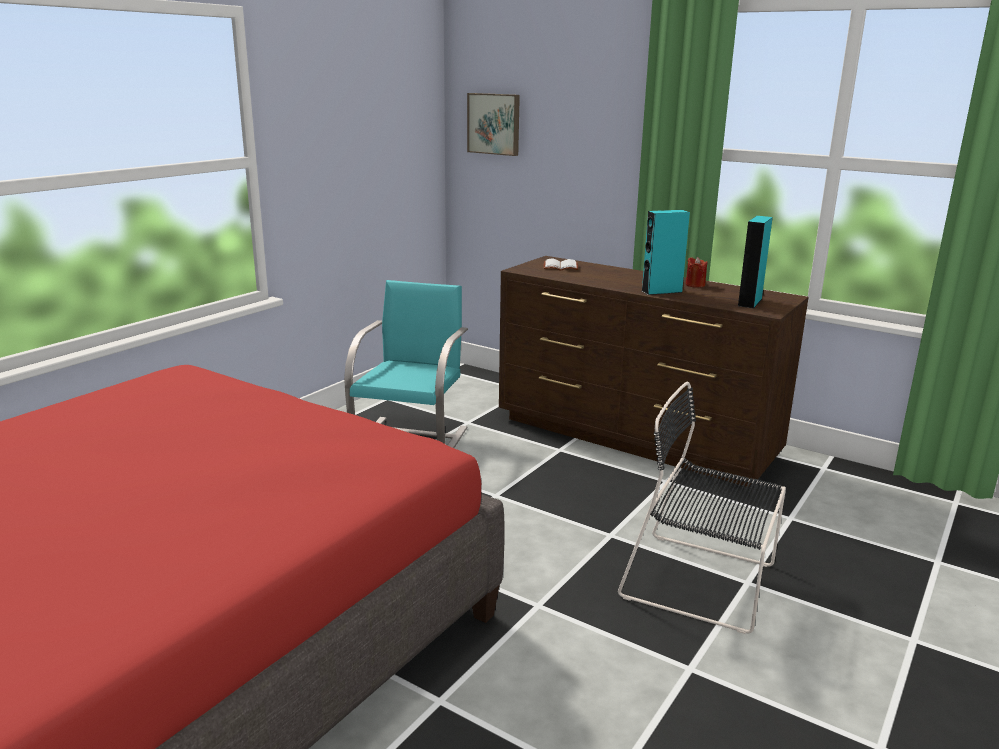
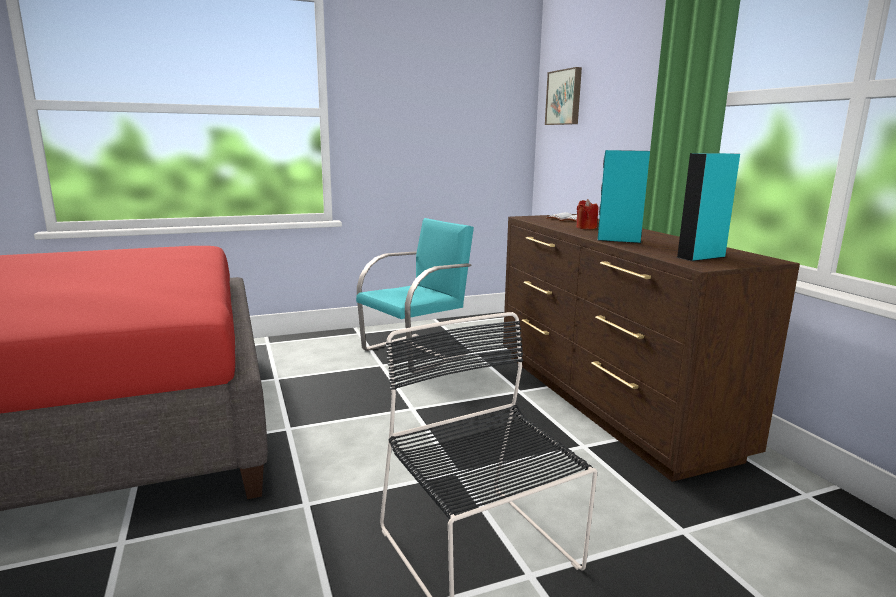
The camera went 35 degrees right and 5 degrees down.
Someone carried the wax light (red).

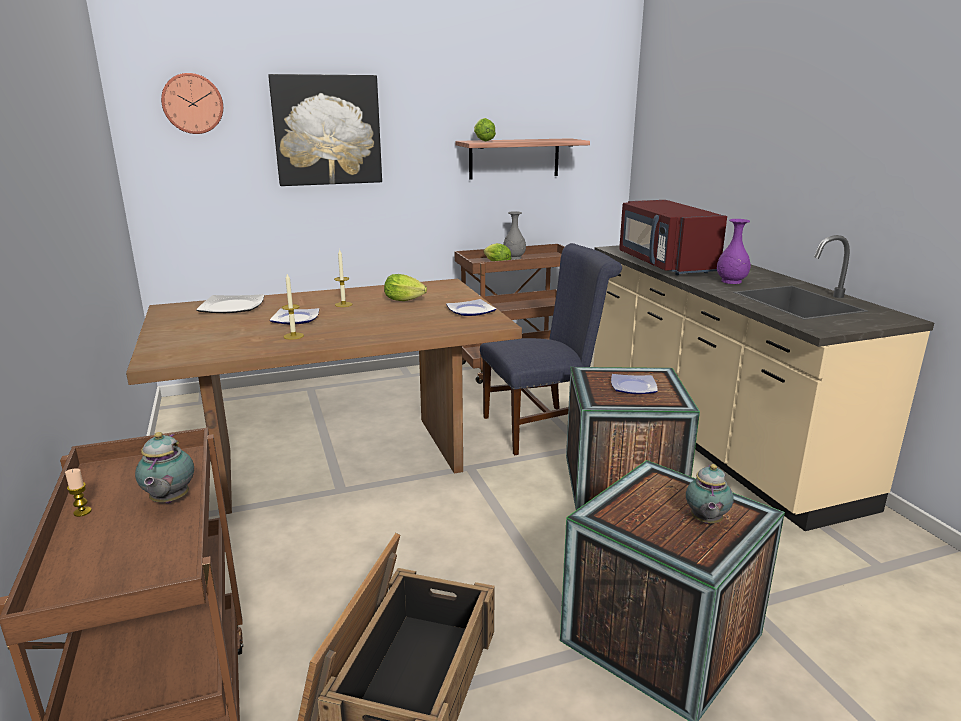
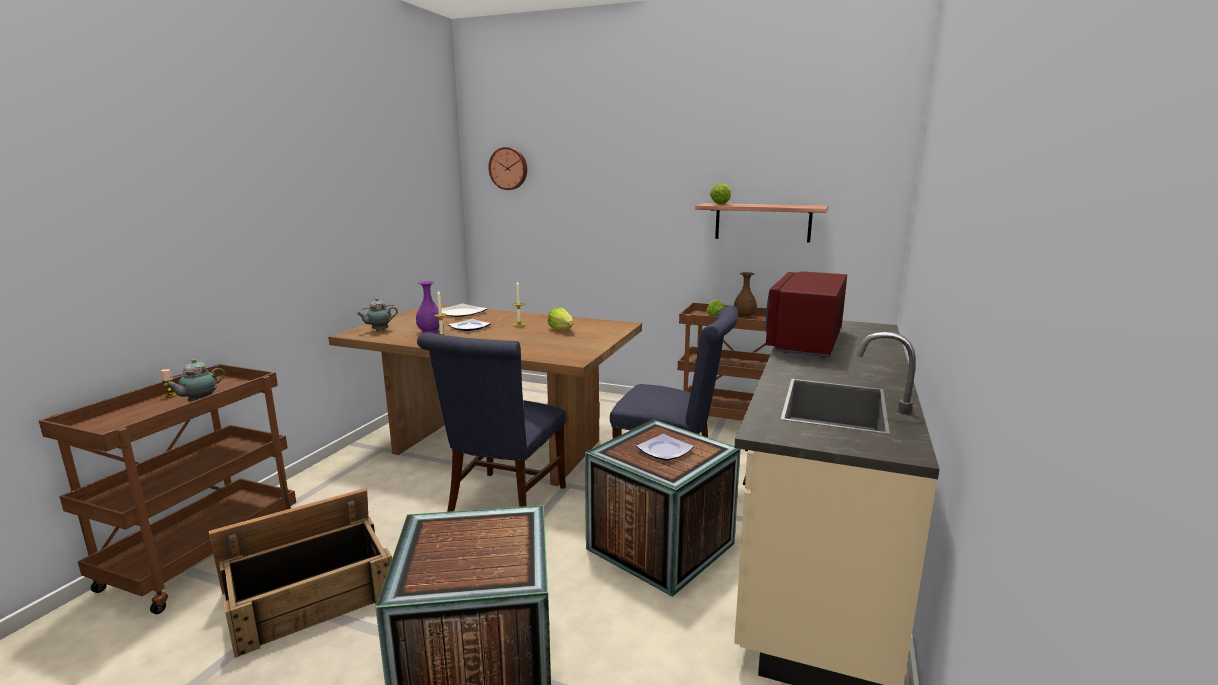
The camera went 40 degrees right and 5 degrees down.
Someone carried the tea pot (no. 2 from left).
Someone carried the vase (purple-coloured).
Someone put down the upright chair (bluish) (no. 1 from left).
Someone repainted the vase (grey), which became the vase (brown).
Someone took away the wall art.
Someone took away the dinner plate (no. 3 from left).

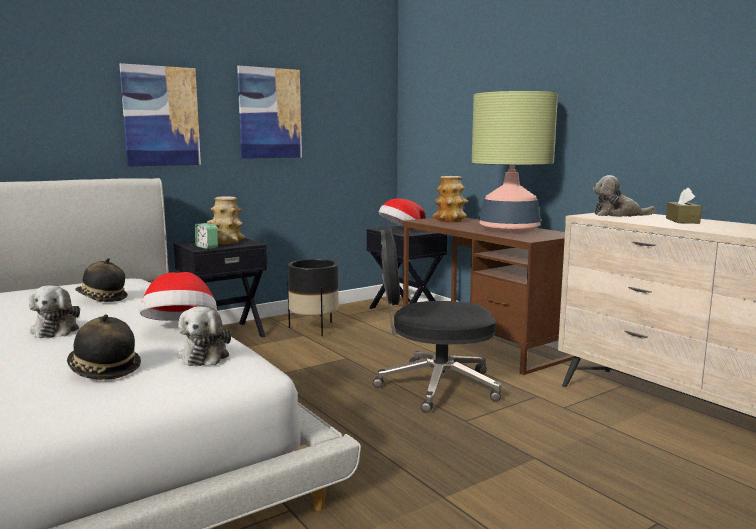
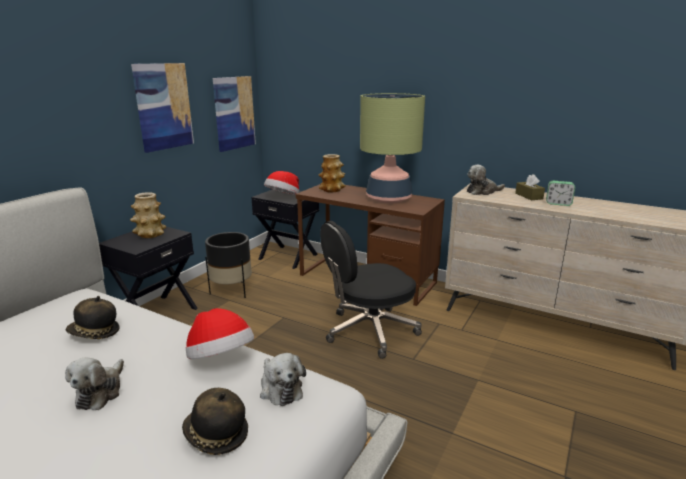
The camera went 25 degrees left and 10 degrees up.
Someone rotated the plush toy (no. 1 from left) by 45 degrees clockwise.
Someone carried the wall art (no. 1 from left in the first image).
Someone carried the table clock.

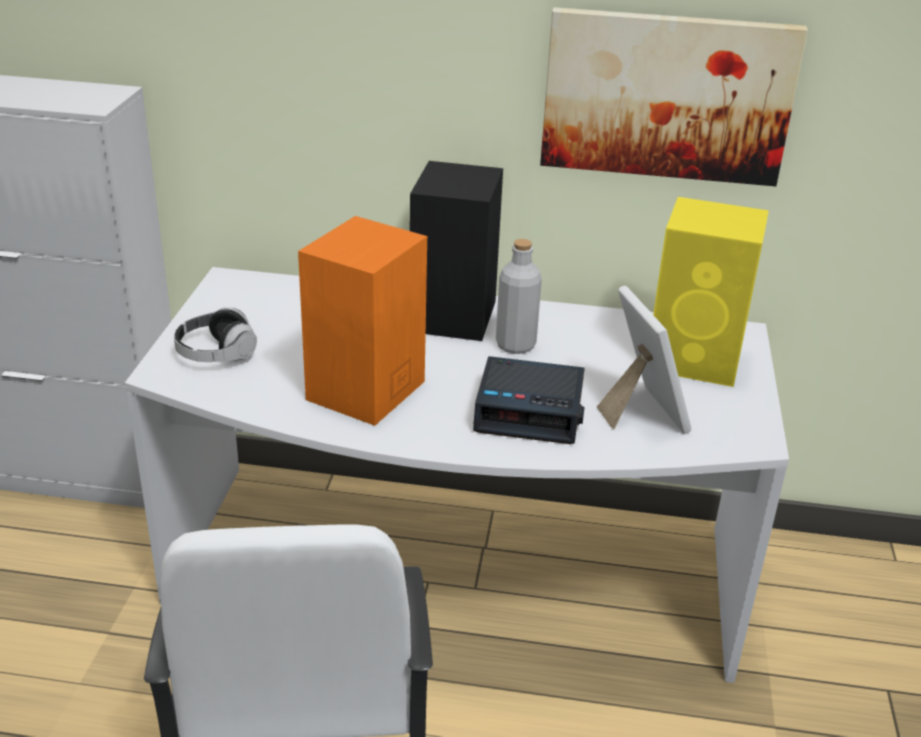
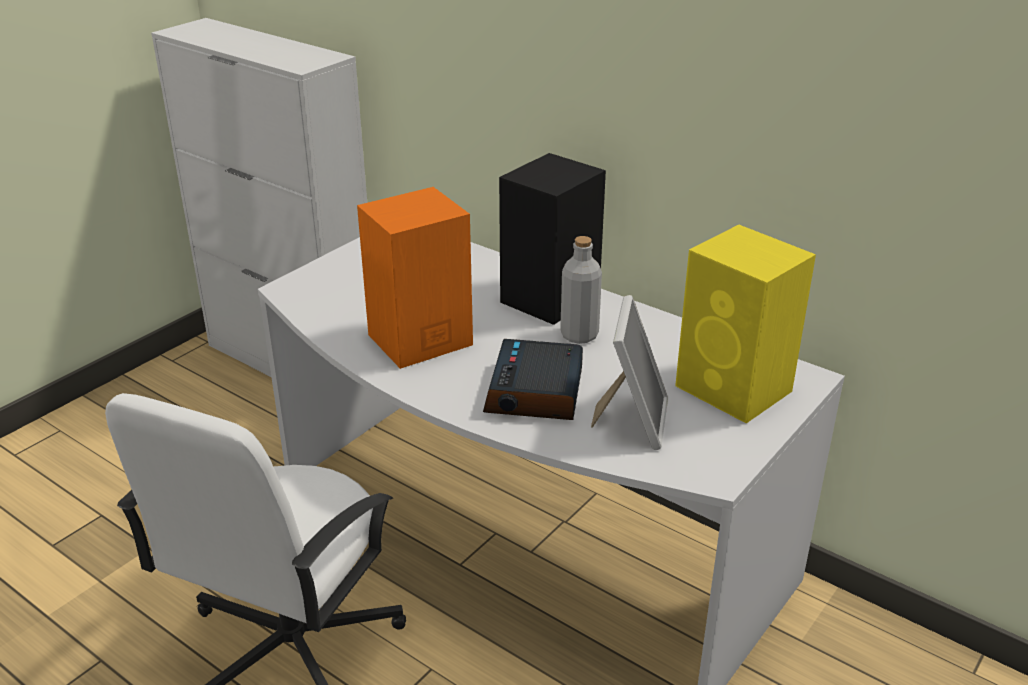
The camera went 30 degrees right and 0 degrees up.
Someone rotated the table clock by 60 degrees clockwise.
Someone took away the headset.
Someone took away the wall art.

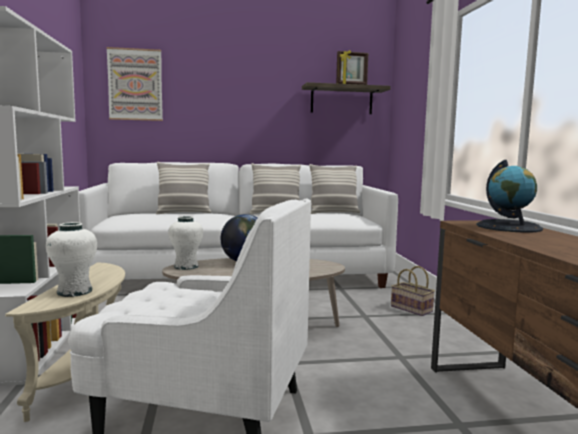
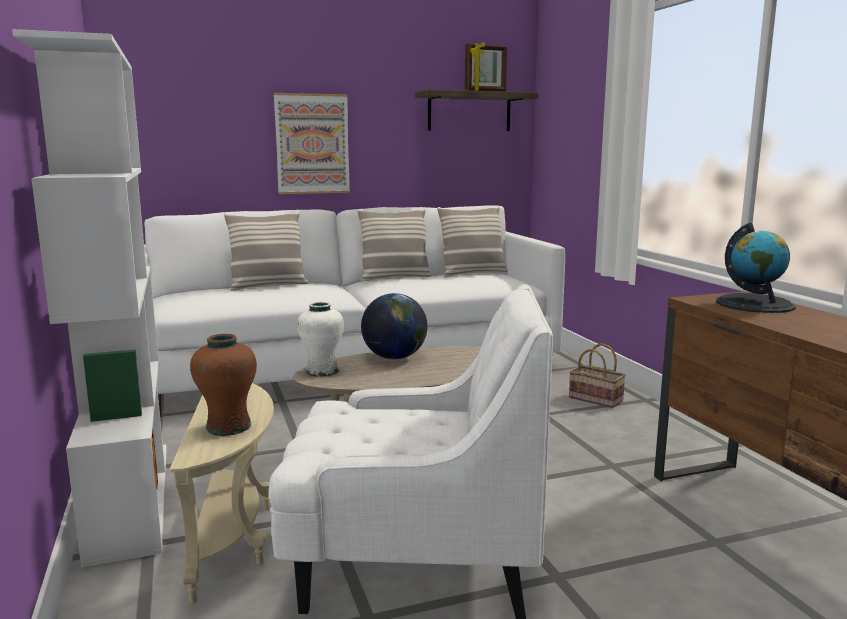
The camera went 10 degrees left and 5 degrees up.
Someone repainted the vase (whitish) (no. 1 from left), which became the vase (brown).
Someone carried the wall art.

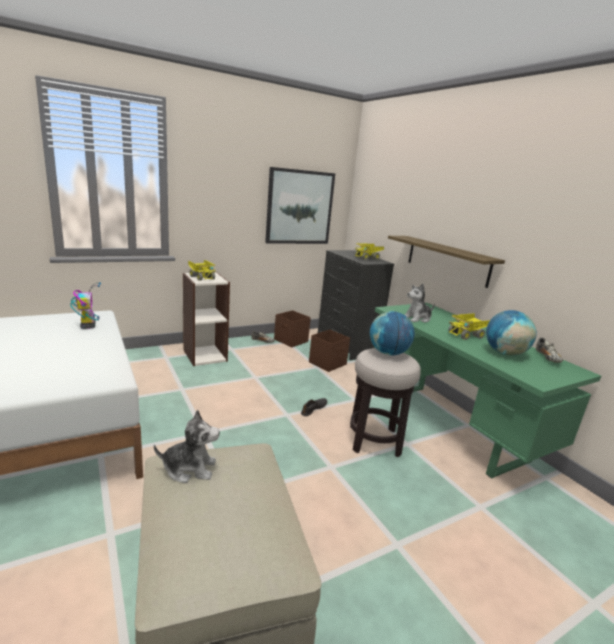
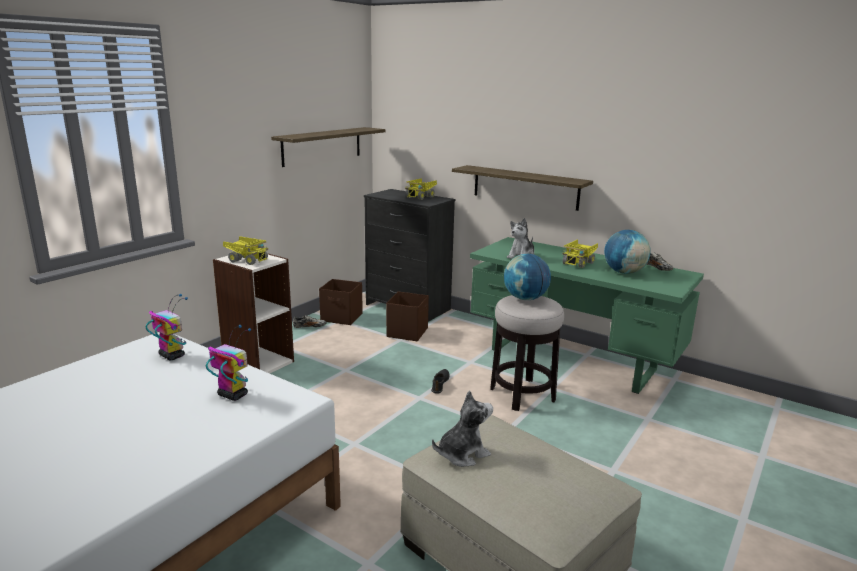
The camera went 25 degrees left and 0 degrees up.
Someone put down the robot figure (no. 2 from left).
Someone swapped the wall art for the bracket shelf (no. 1 from left).

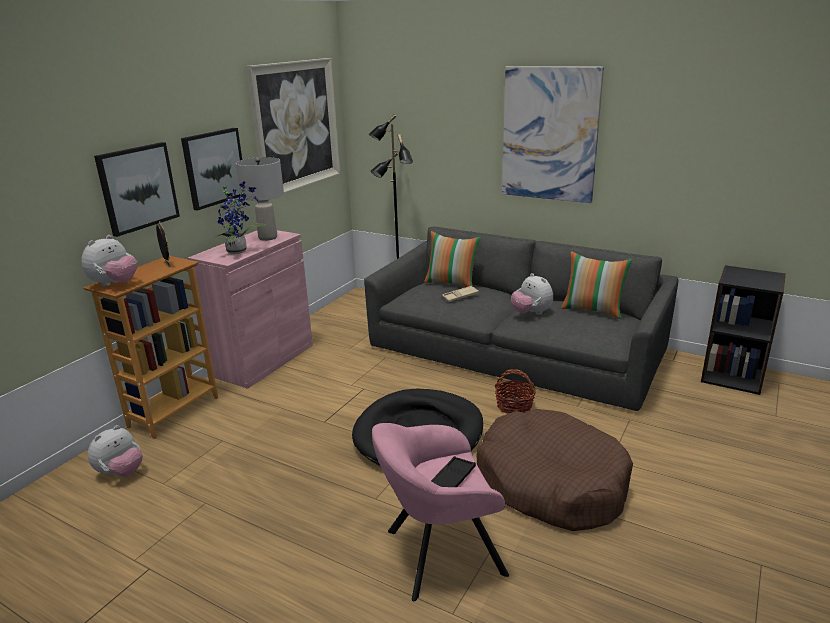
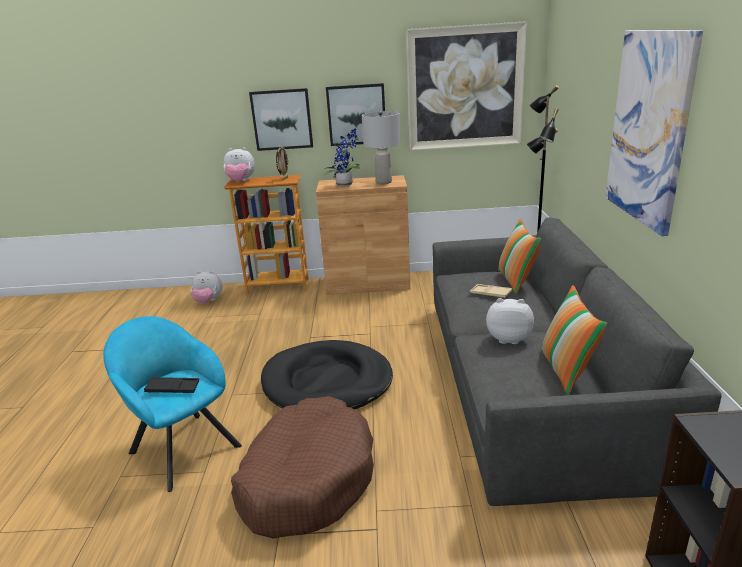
The camera went 60 degrees right and 0 degrees up.
Someone repainted the easy chair (pink), which became the easy chair (blue-green).
Someone repainted the storage cabinet (pink), which became the storage cabinet (brown).
Someone rotated the plush toy (no. 3 from left) by 75 degrees clockwise.
Someone took away the household basket.

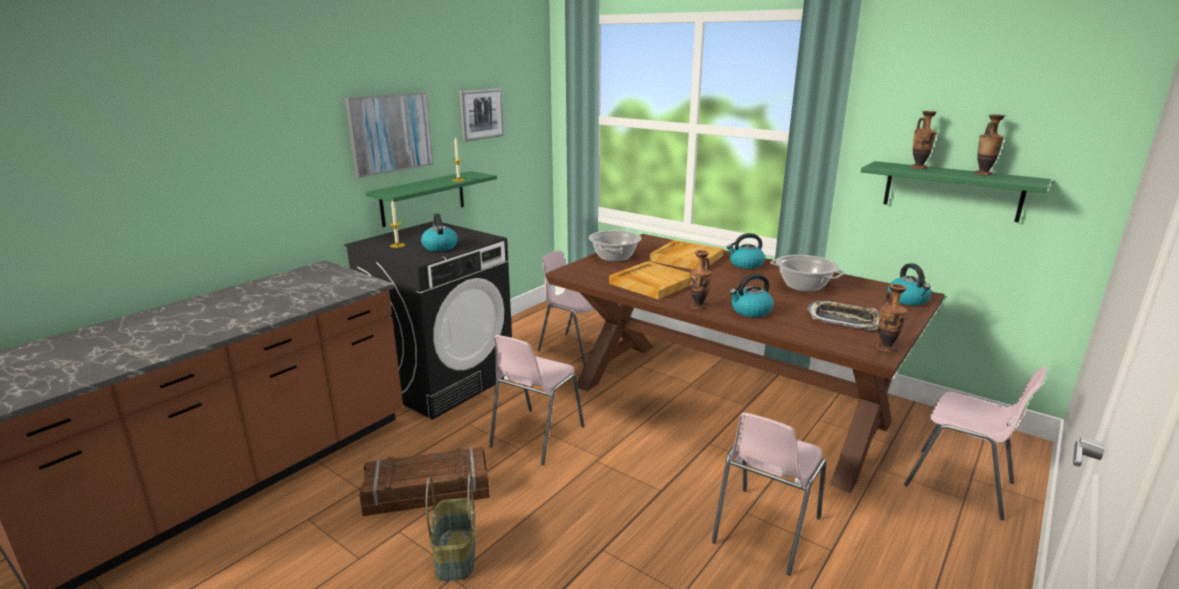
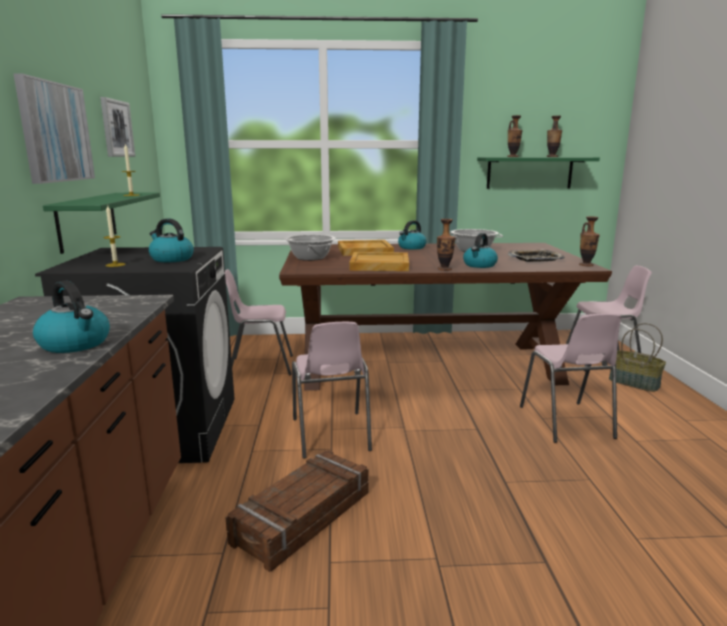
The camera went 40 degrees left and 5 degrees down.
Someone carried the water kettle (no. 4 from left in the first image).
Someone carried the household basket.

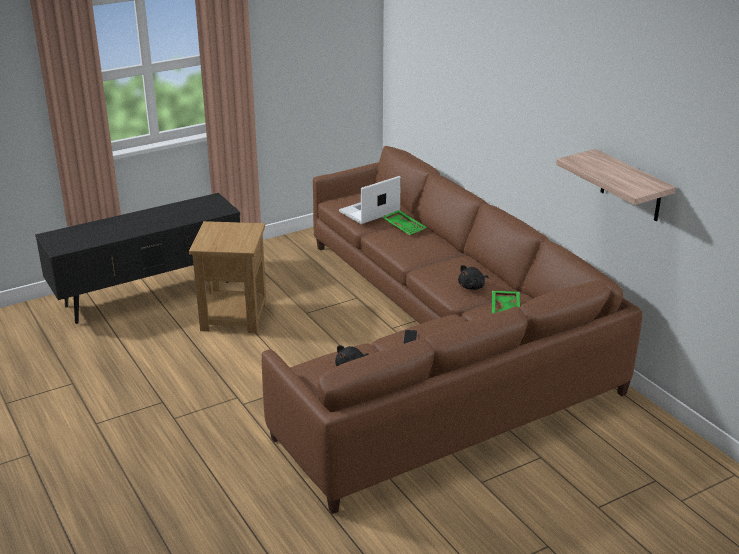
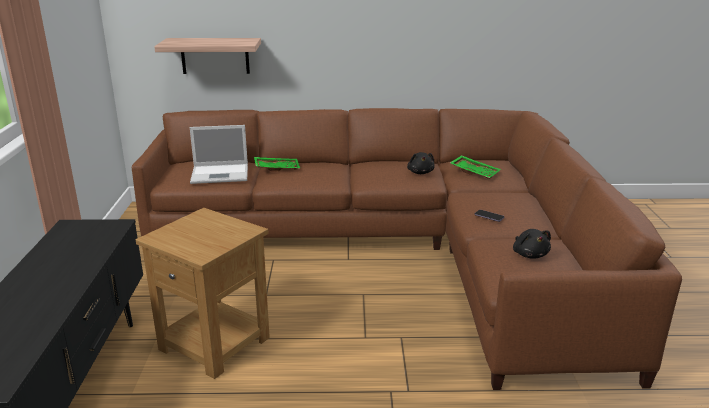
The camera went 60 degrees left and 5 degrees down.
Someone carried the bracket shelf.
Someone rotated the portable computer by 90 degrees counterclockwise.

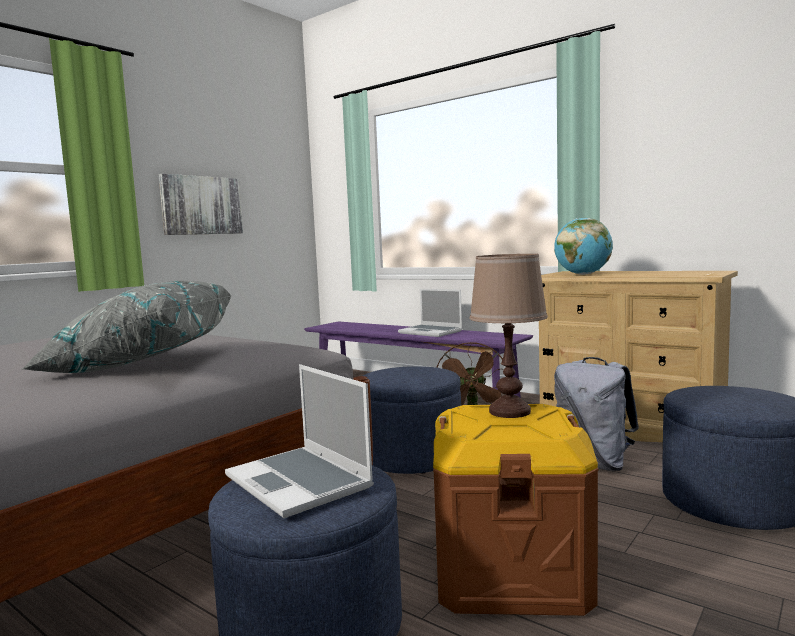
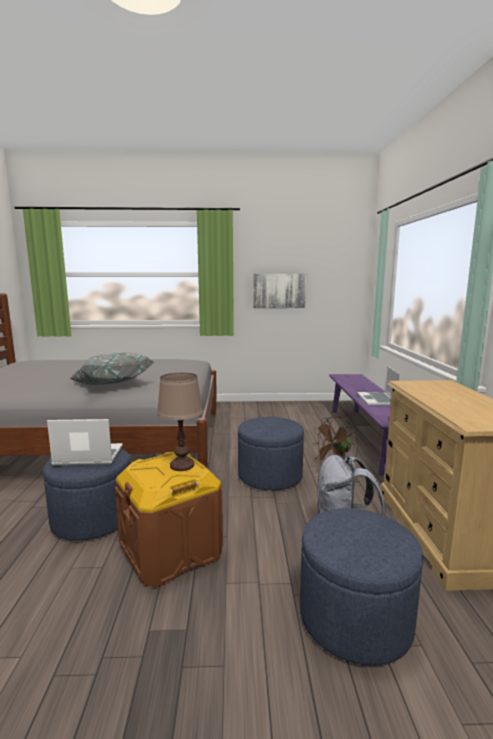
The camera went 50 degrees right and 5 degrees up.
Someone rotated the portable computer (no. 1 from left) by 75 degrees clockwise.
Someone took away the world globe.

